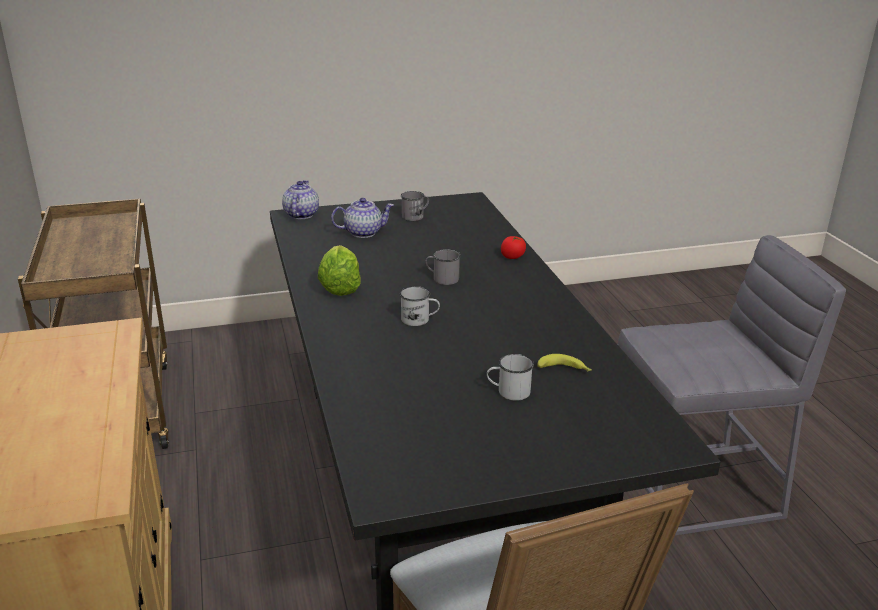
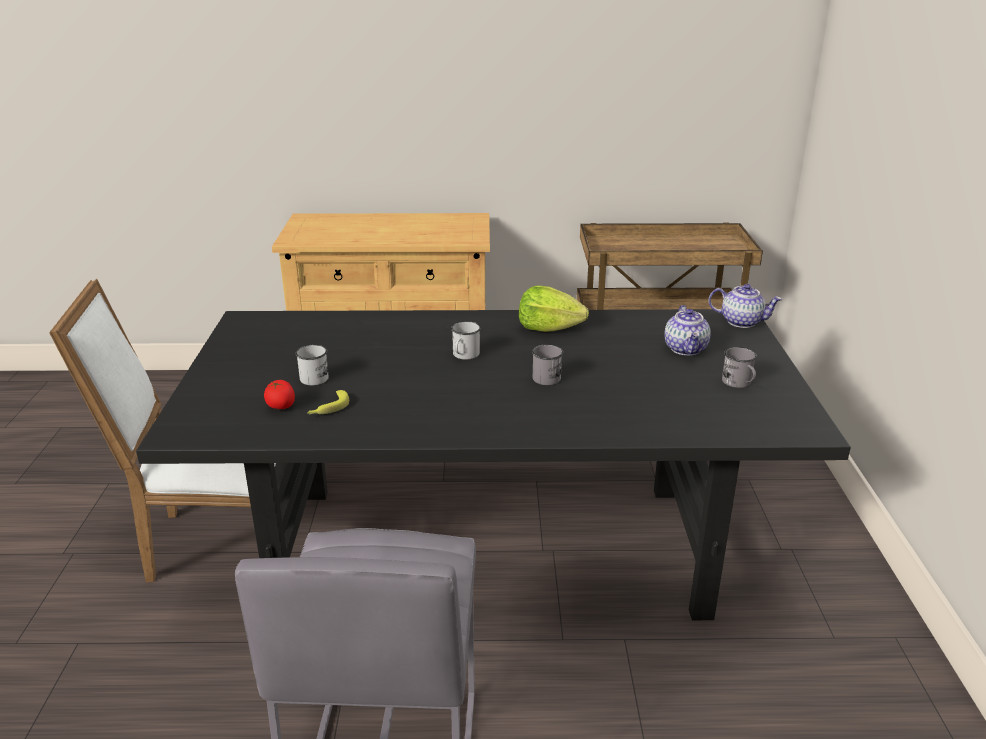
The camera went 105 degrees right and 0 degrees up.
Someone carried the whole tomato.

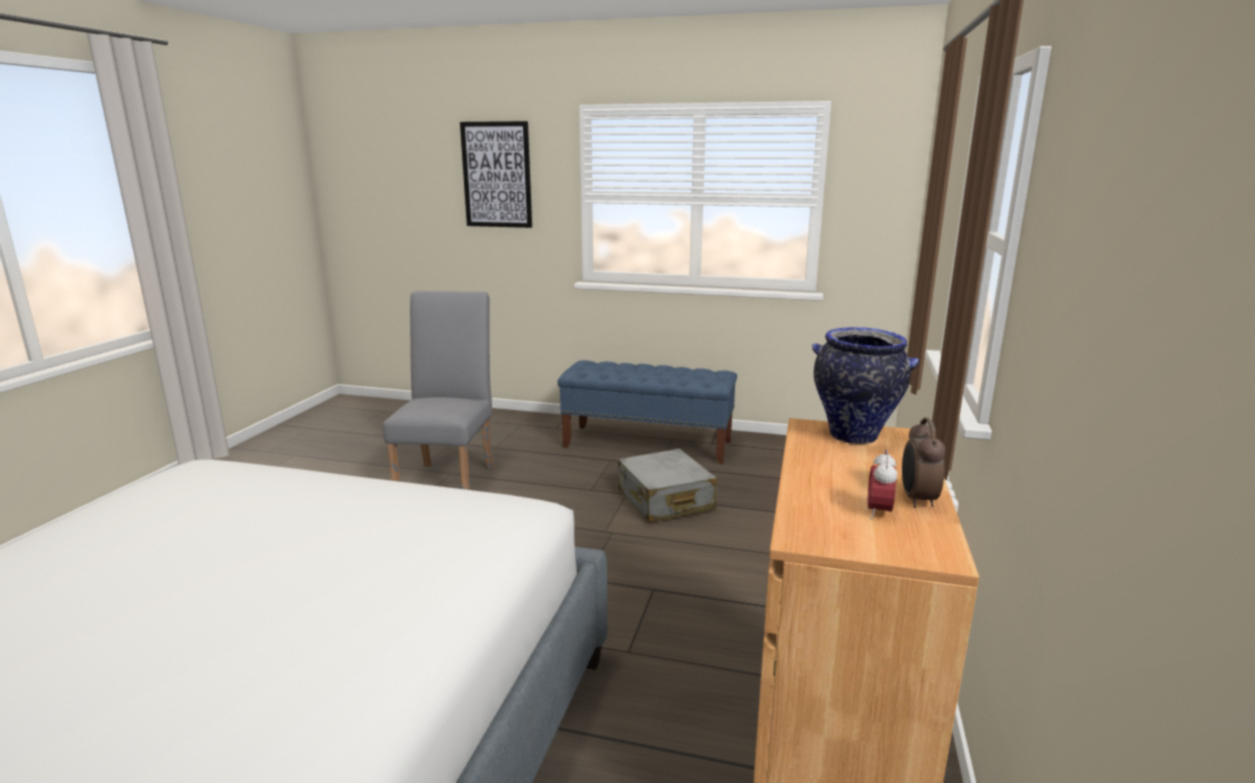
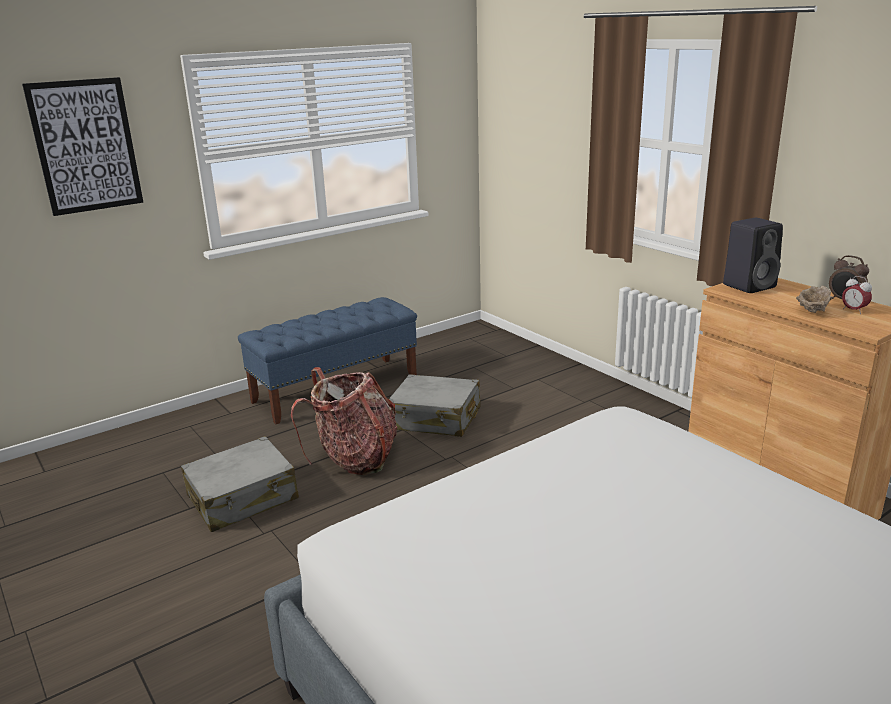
The camera went 50 degrees left and 5 degrees up.
Someone swapped the upright chair (grey) for the piece of luggage (grey) (no. 1 from left).
Someone put down the knapsack.
Someone swapped the vase for the loudspeaker (blackish).
Someone put down the deep dish (beige-coloured).

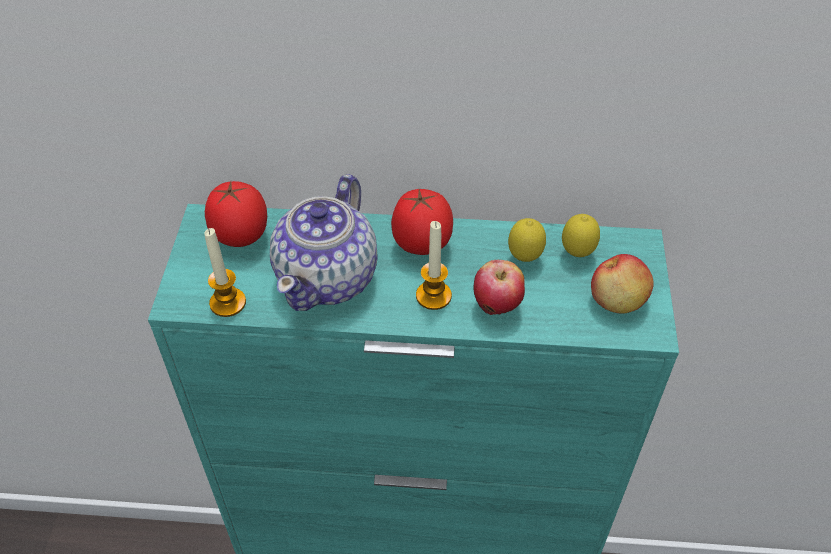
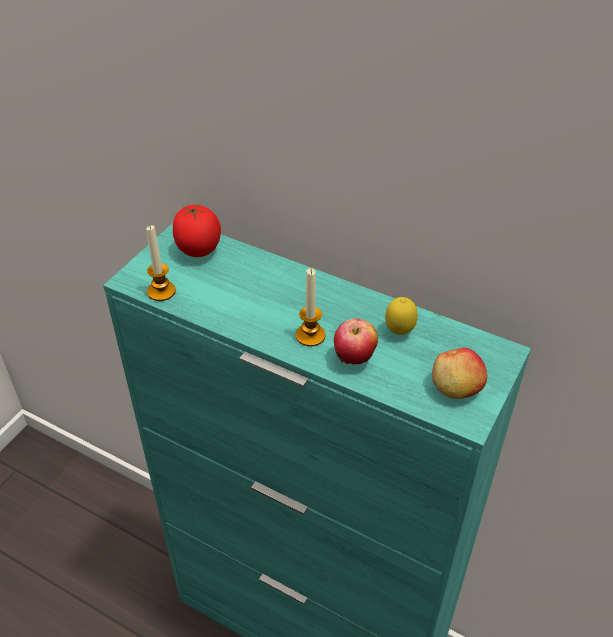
The camera went 25 degrees right and 5 degrees down.
Someone took away the tea pot.
Someone took away the whole tomato (no. 2 from left).
Someone took away the whole lemon (no. 2 from left).

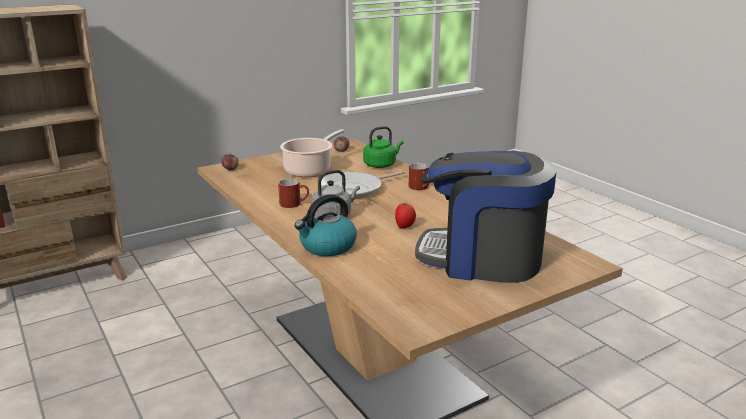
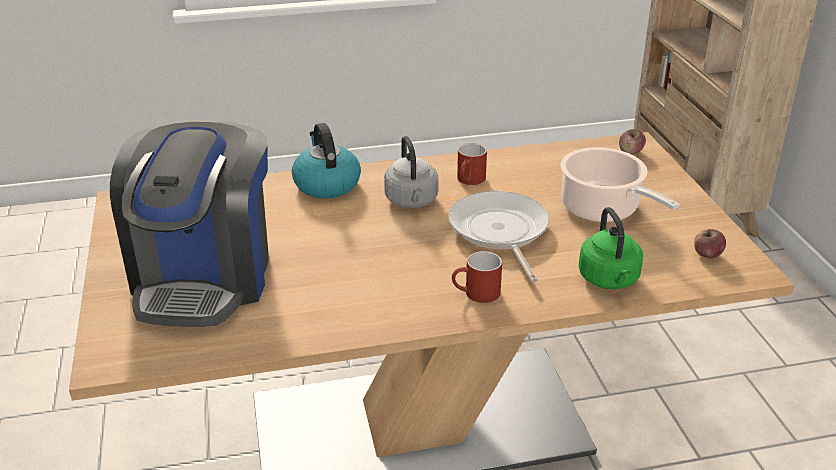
The camera went 110 degrees right and 10 degrees up.
Someone rotated the coffee maker by 150 degrees clockwise.
Someone took away the whole tomato.

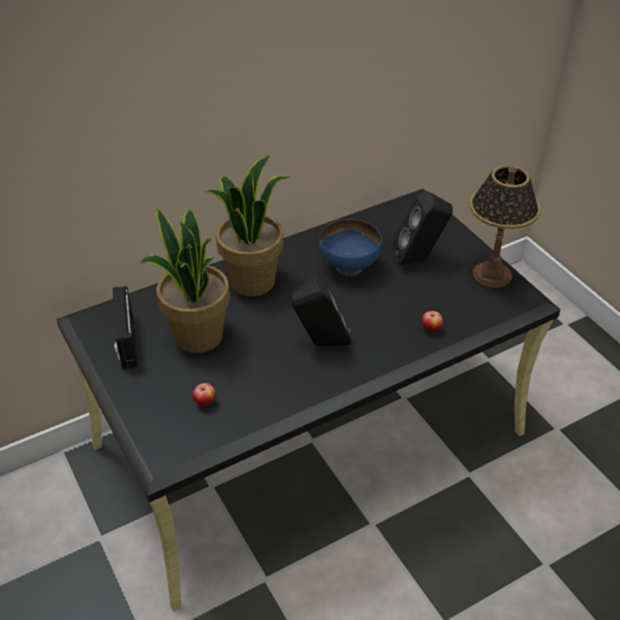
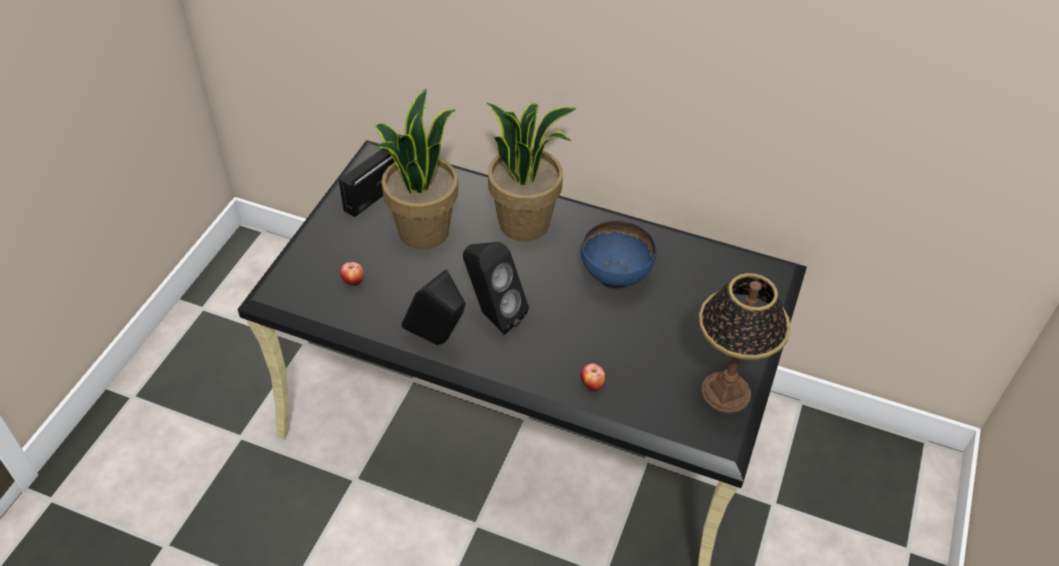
The camera went 50 degrees right and 5 degrees up.
Someone carried the loudspeaker (blackish) (no. 2 from left in the first image).

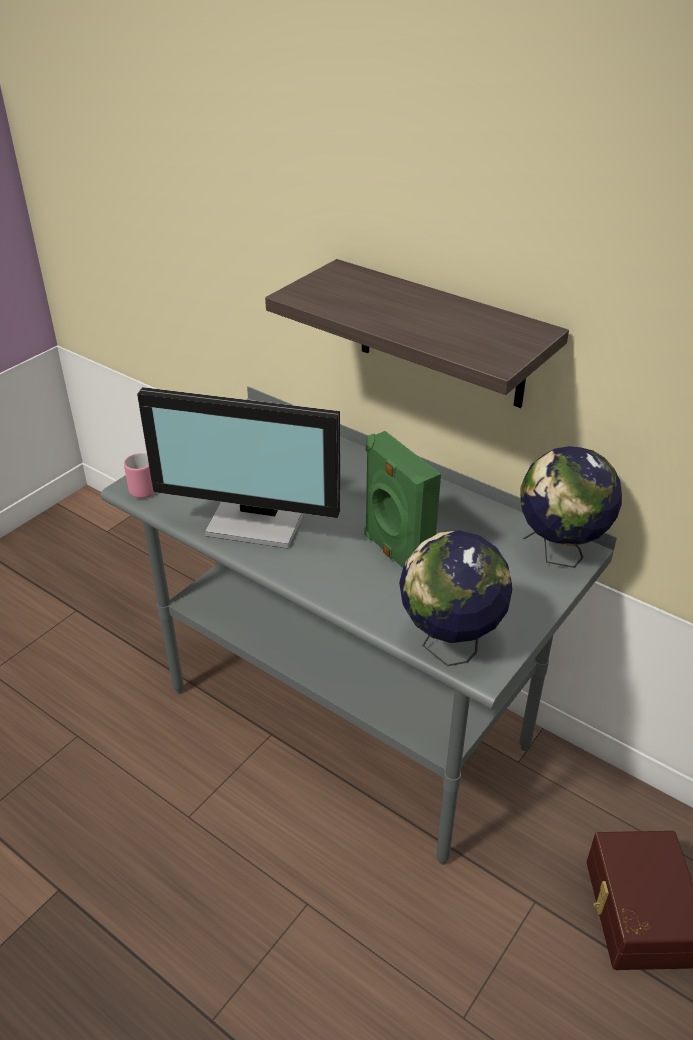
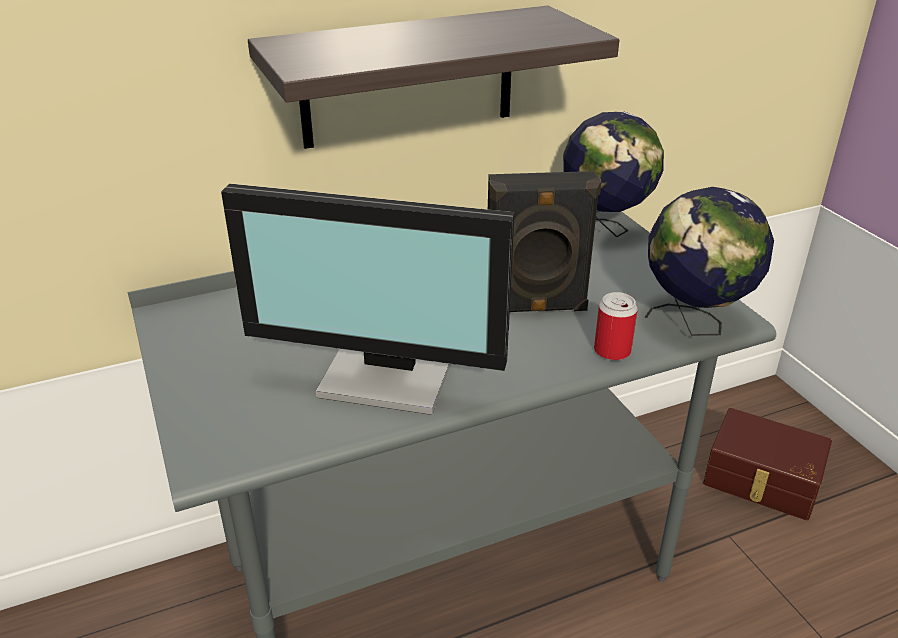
The camera went 60 degrees left and 5 degrees down.
Someone rotated the computer display by 60 degrees clockwise.
Someone repainted the loudspeaker (green-coloured), which became the loudspeaker (blackish).
Someone put down the can.
Someone took away the tea mug (pink).

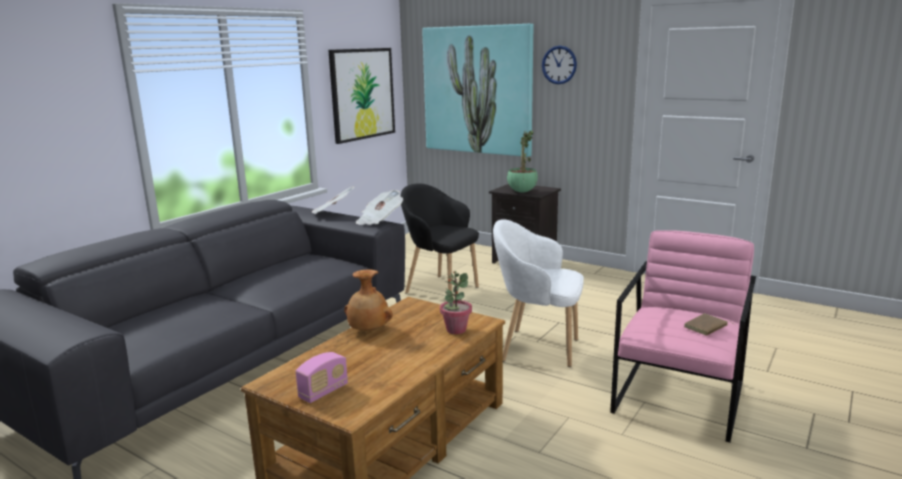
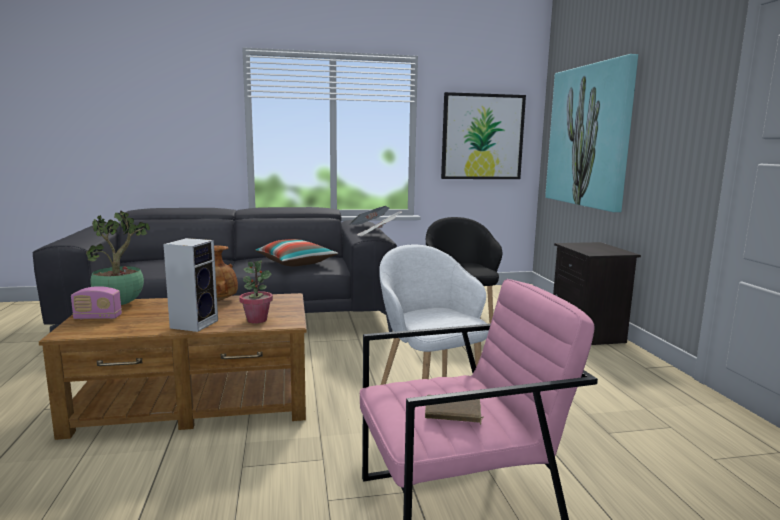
The camera went 45 degrees right and 5 degrees down.
Someone carried the houseplant (no. 2 from left in the first image).
Someone put down the loudspeaker.
Someone put down the pillow.
Someone took away the clock on the wall.

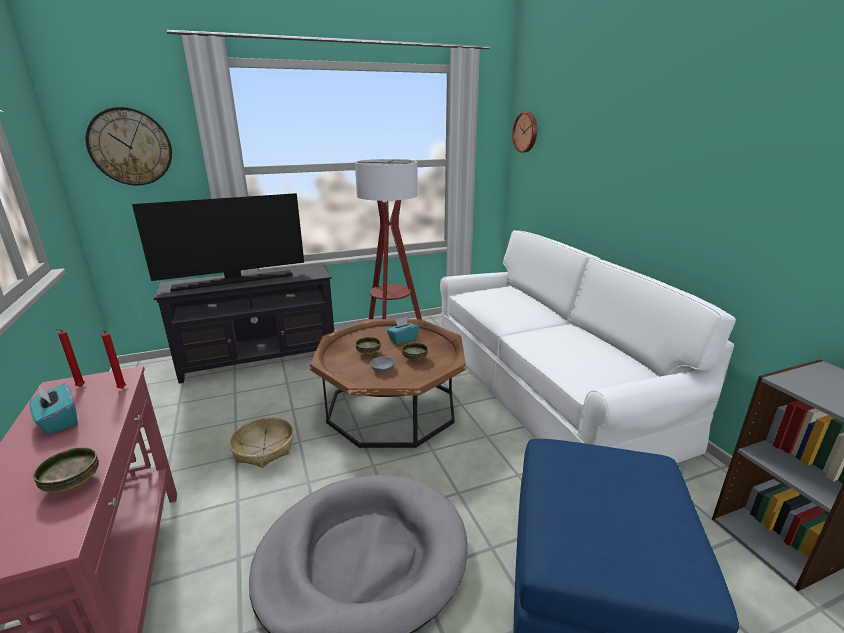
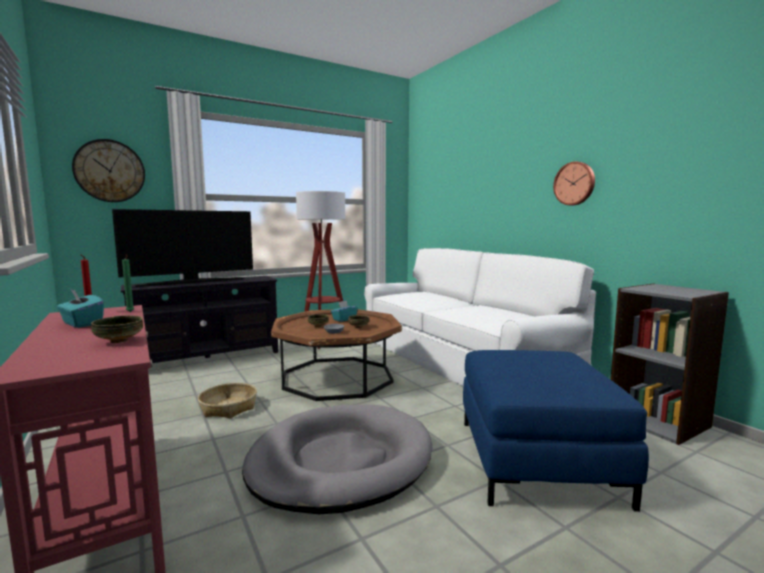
The camera went 10 degrees left and 15 degrees down.
Someone repainted the wax light (red) (no. 2 from left), which became the wax light (green-coloured).
Someone carried the clock on the wall (no. 2 from left).

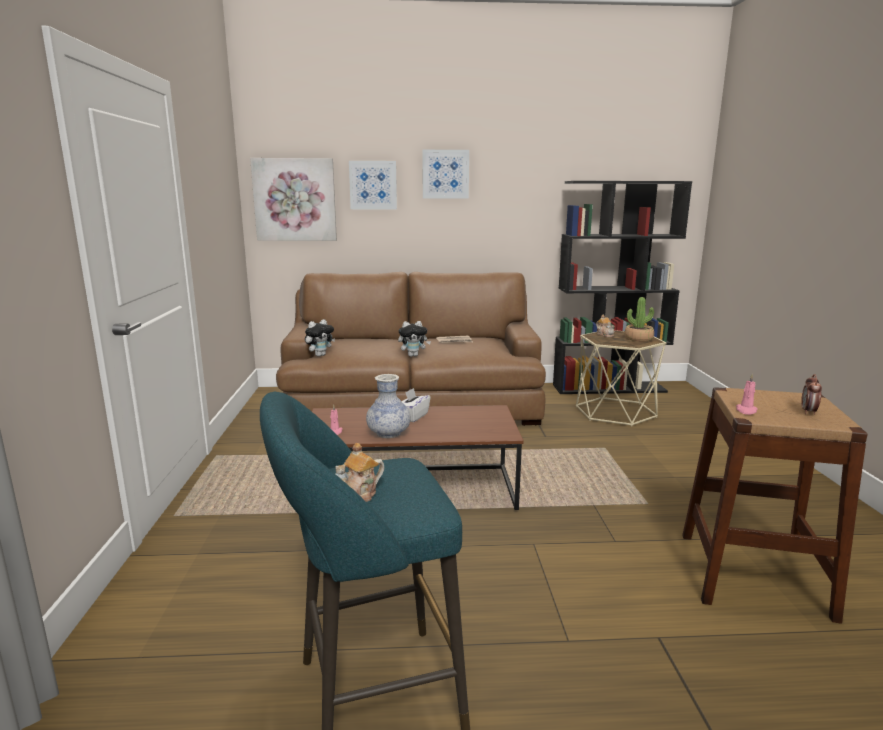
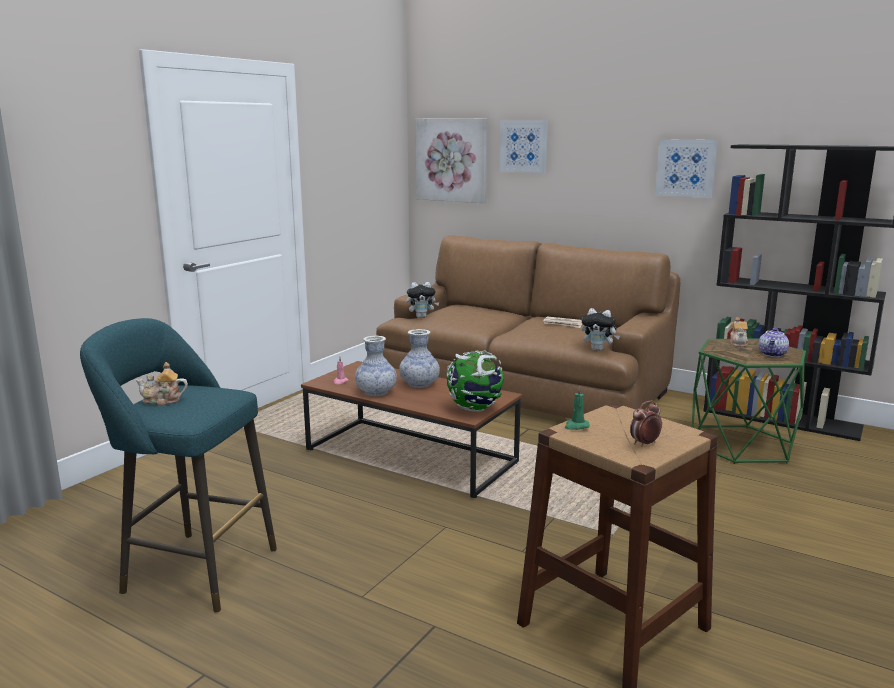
The camera went 35 degrees right and 0 degrees up.
Someone swapped the tissue box (whitish) for the vase (no. 2 from left).
Someone put down the world globe.
Someone repainted the wax light (pink) (no. 2 from left), which became the wax light (green-coloured).
Someone carried the plush toy (no. 2 from left).
Someone carried the wall art (no. 3 from left).
Someone repainted the accent table (beige-coloured), which became the accent table (green-coloured).
Someone swapped the houseplant for the tea pot (no. 3 from left).

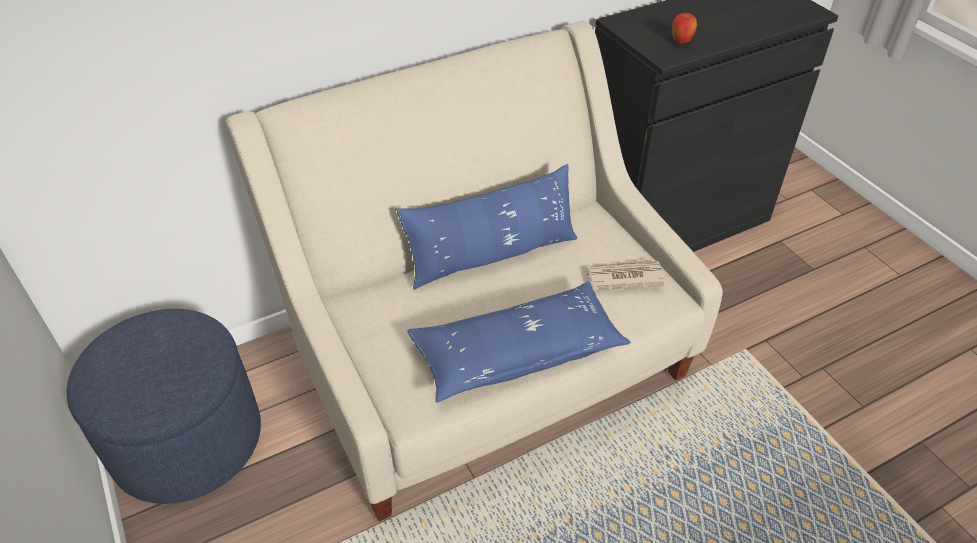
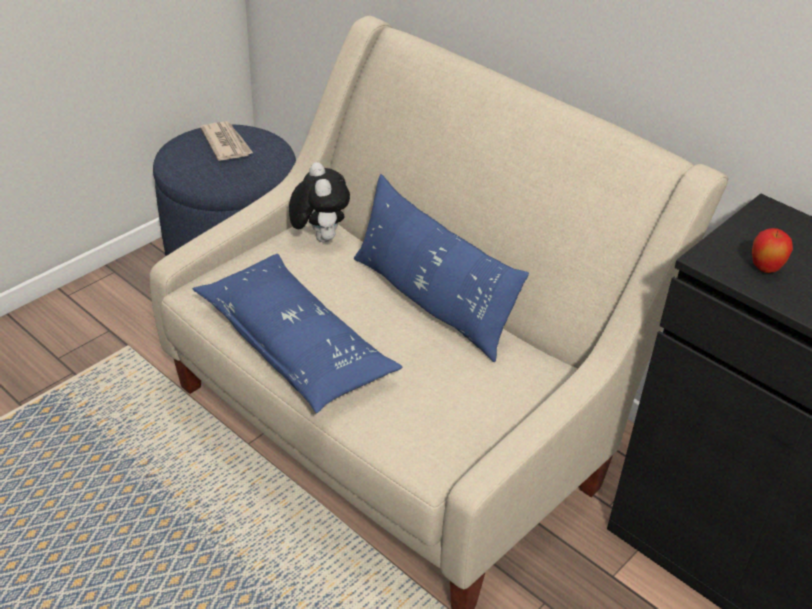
The camera went 70 degrees right and 5 degrees down.
Someone carried the newspaper.
Someone put down the plush toy.

